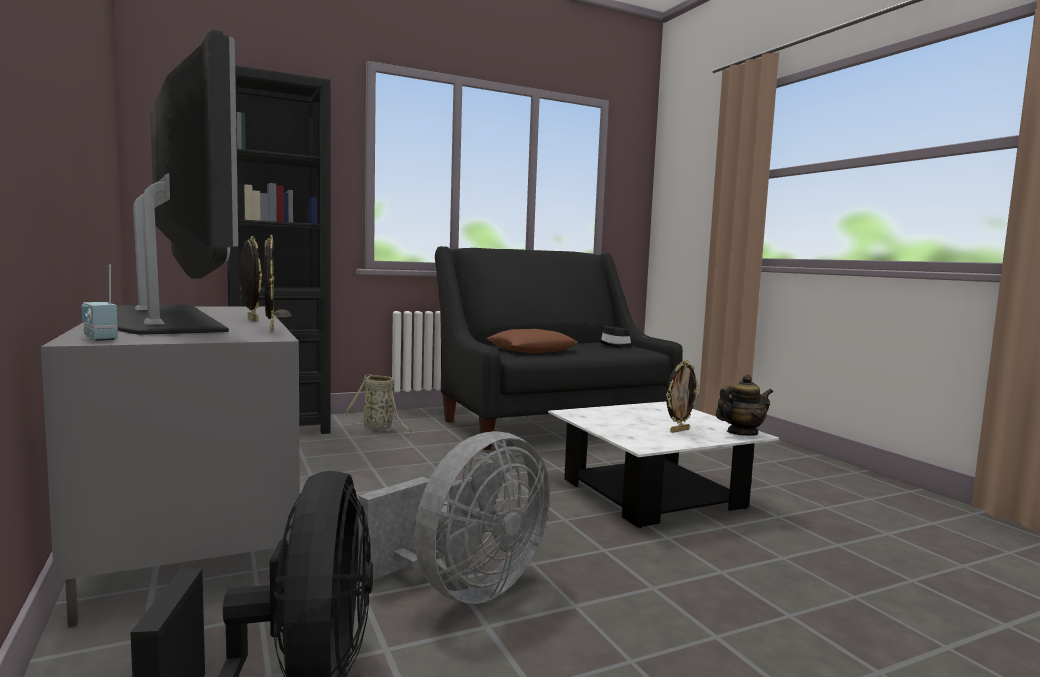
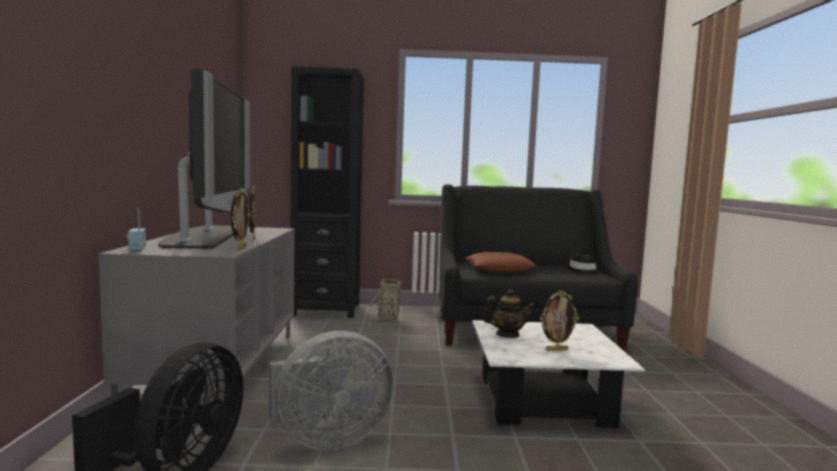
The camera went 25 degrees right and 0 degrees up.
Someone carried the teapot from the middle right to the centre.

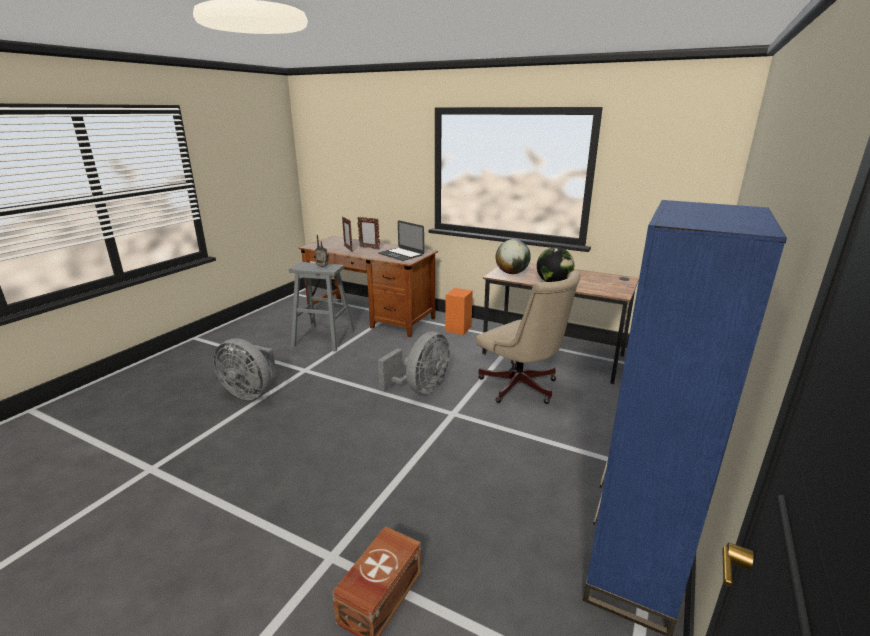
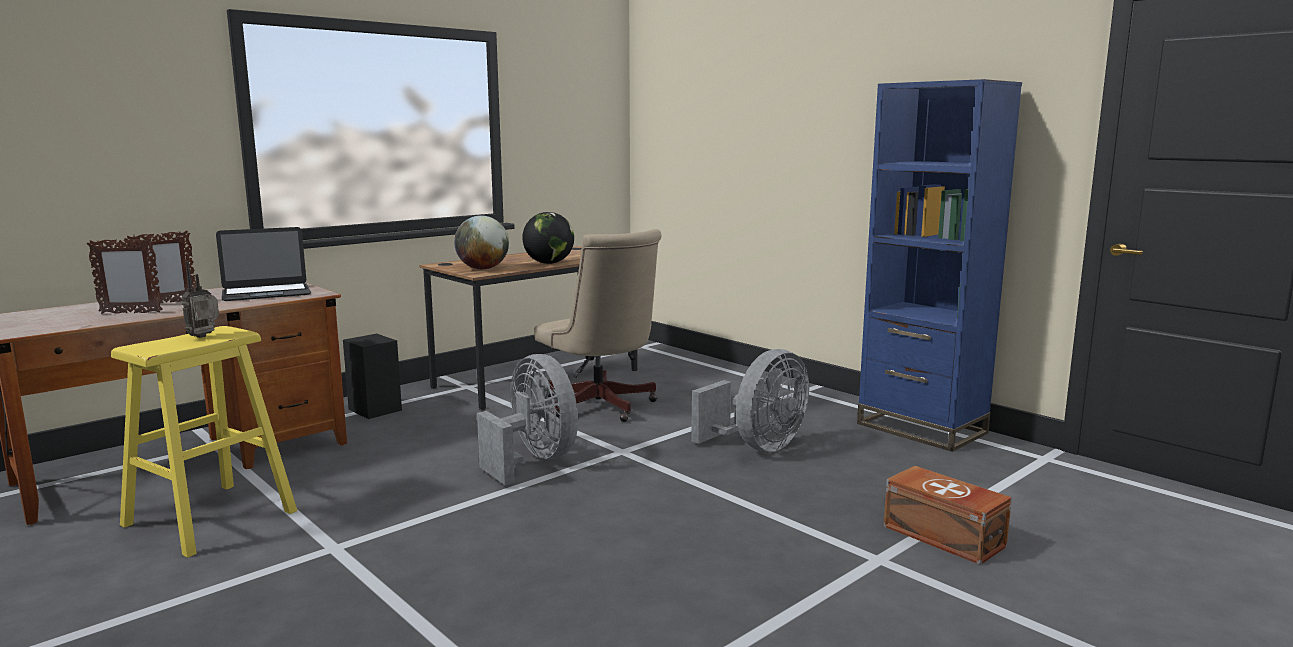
The camera went 70 degrees left and 10 degrees down.
Someone repainted the grey stool at the centre, which became the yellow stool at the bottom left.
Someone repainted the orange speaker at the centre, which became the black speaker at the middle left.
Someone rotated the beige office chair at the centre by 75 degrees clockwise.
Someone carried the grey fan (1st from left in the first image) from the middle left to the centre.

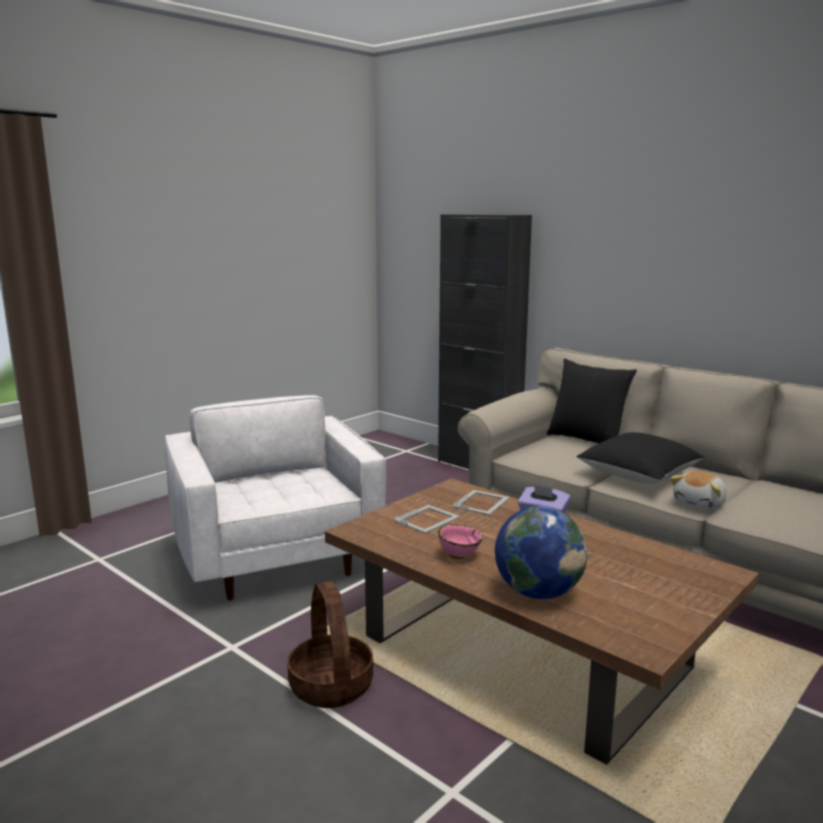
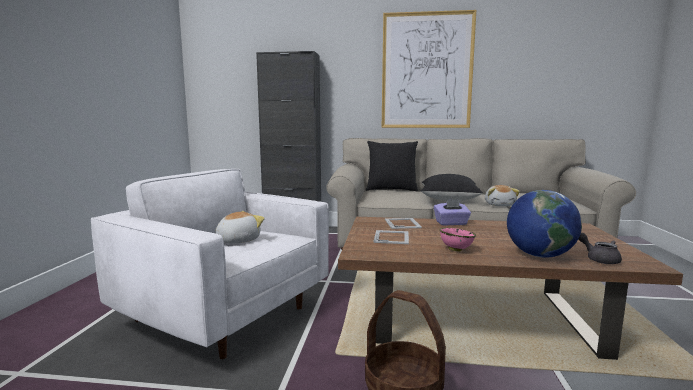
The camera went 35 degrees left and 5 degrees down.
Someone put down the plush toy (1st from left) at the centre.
Someone put up the picture at the top centre.
Someone put down the grey teapot at the middle right.

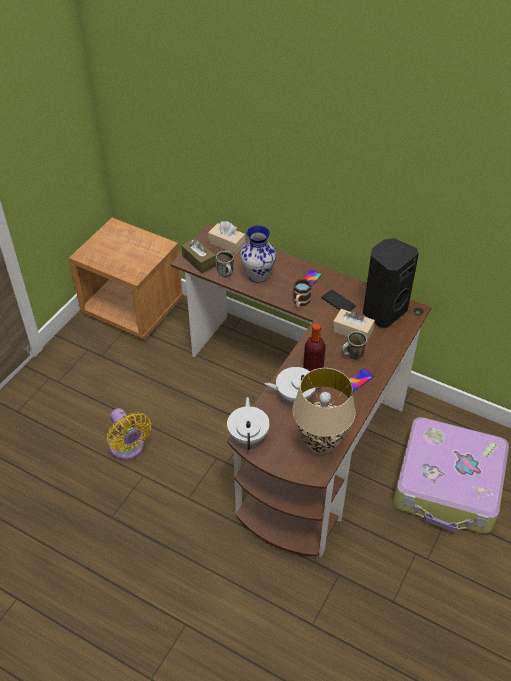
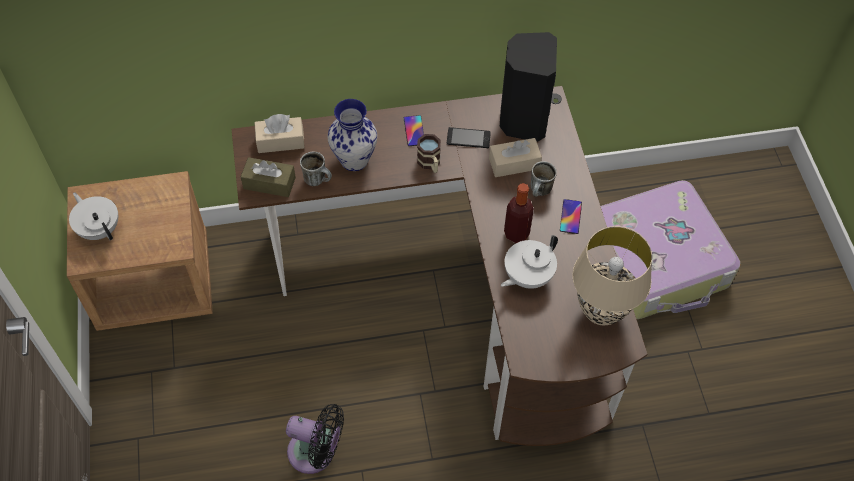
The camera went 40 degrees left and 10 degrees up.
Someone carried the white teapot (1st from left) from the centre to the middle left.
Someone repainted the yellow fan at the middle left, which became the black fan at the bottom centre.

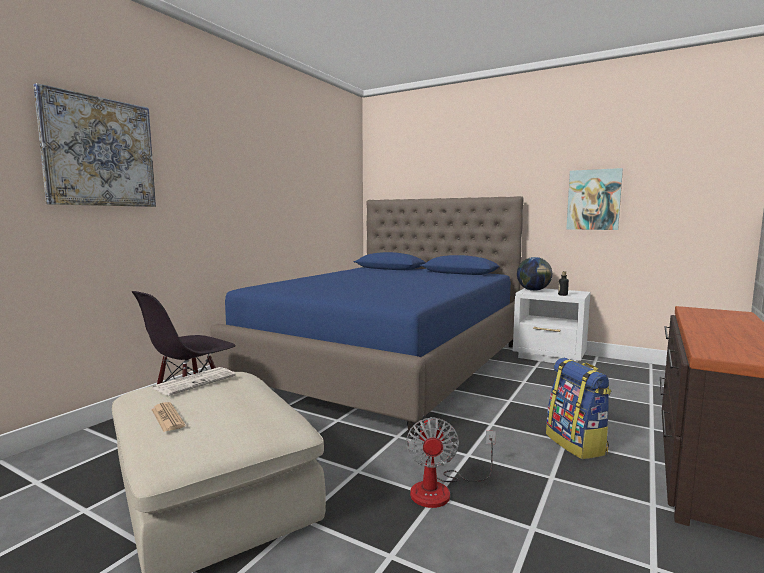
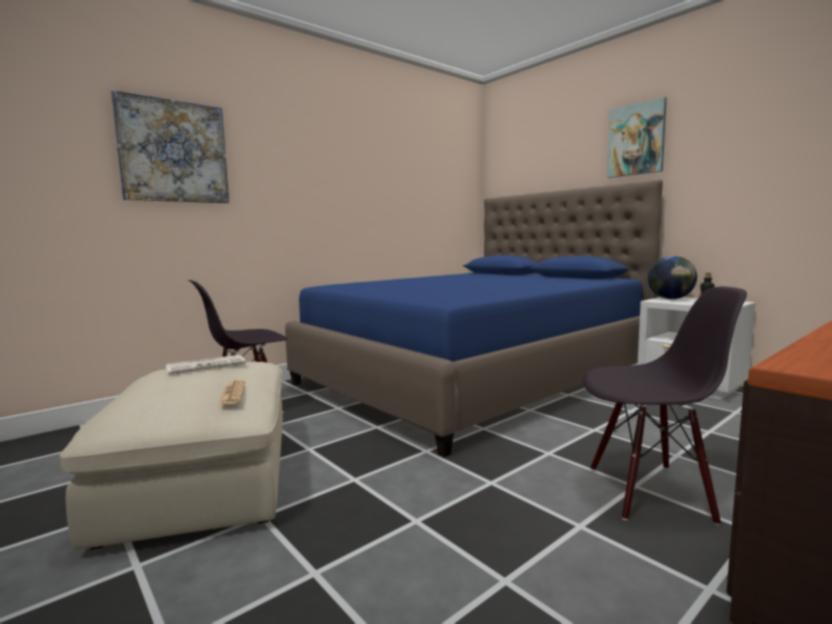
The camera went 20 degrees right and 0 degrees up.
Someone carried the newspaper (1st from left in the first image) from the bottom left to the middle left.
Someone swapped the backpack at the bottom right for the black chair (2nd from left) at the middle right.
Someone carried the picture (2nd from left) from the middle right to the top right.
Someone took away the fan at the bottom centre.

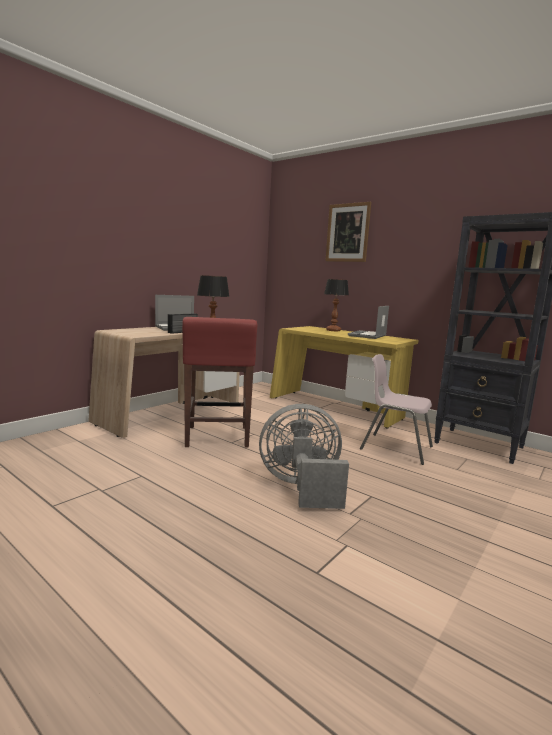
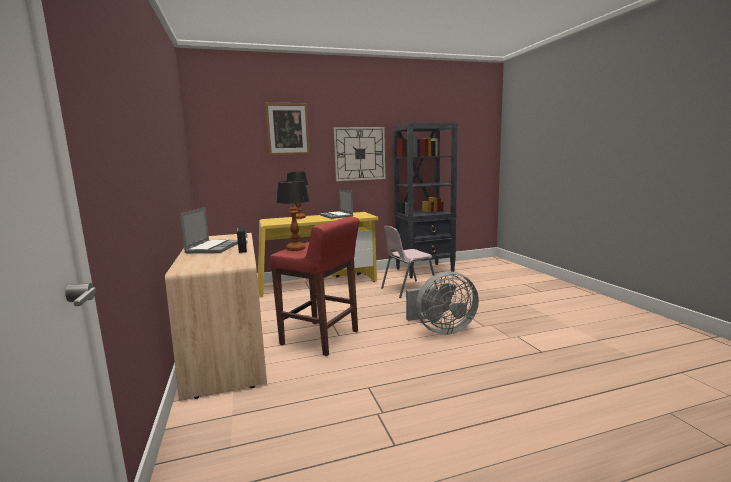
The camera went 55 degrees left and 0 degrees up.
Someone put up the wall clock at the top centre.
Someone rotated the grey fan at the centre by 135 degrees counterclockwise.

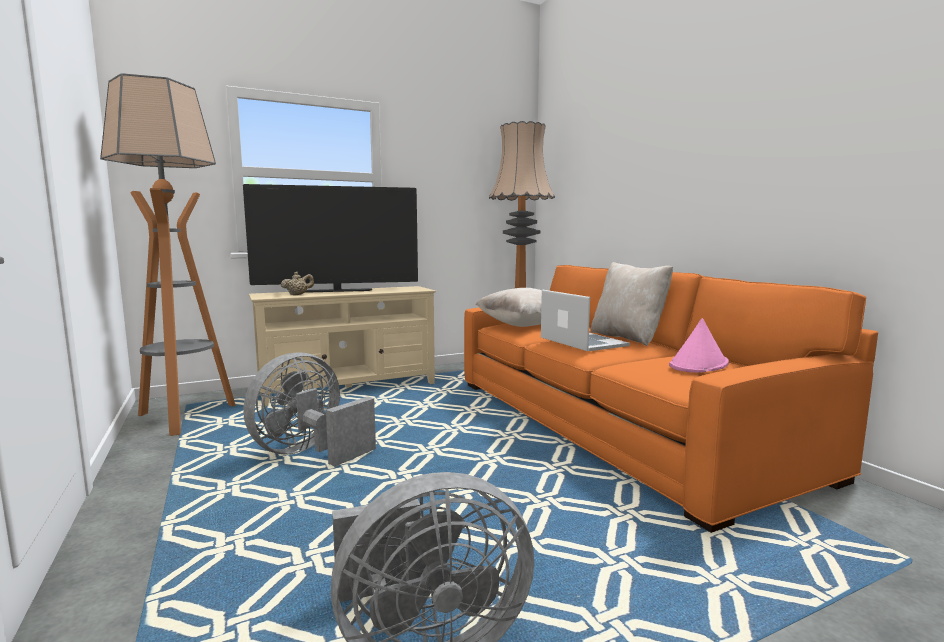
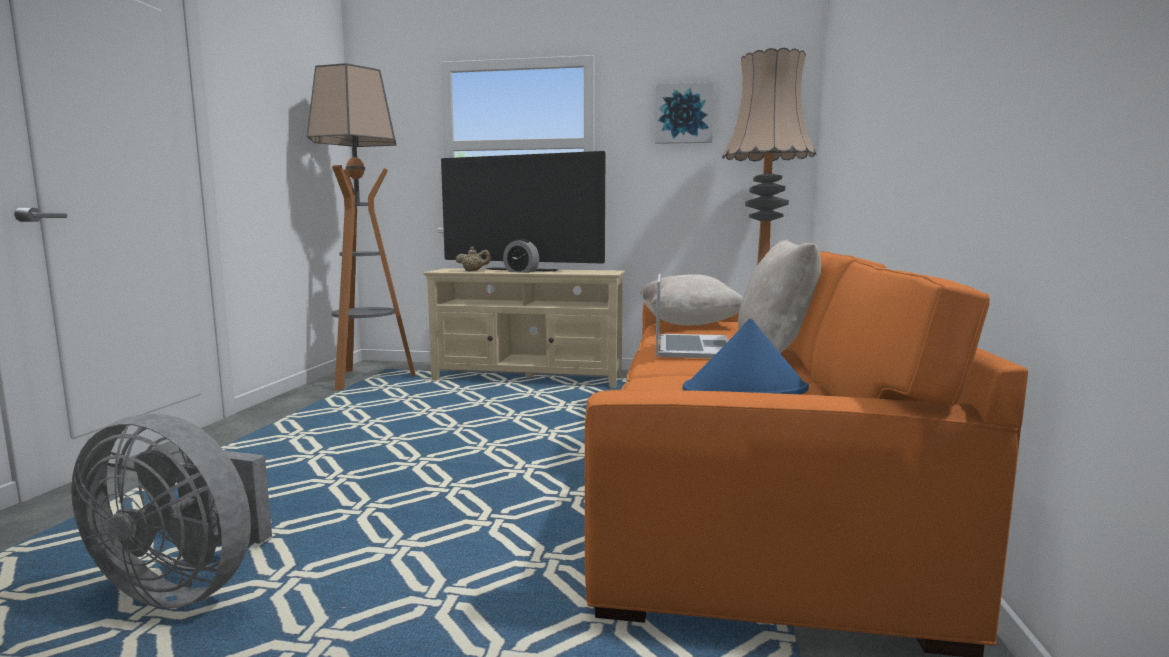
The camera went 35 degrees right and 0 degrees up.
Someone put down the alarm clock at the centre.
Someone put up the picture at the top centre.
Someone repainted the pink hat at the middle right, which became the blue hat at the centre.
Someone took away the grey fan (1st from left) at the middle left.

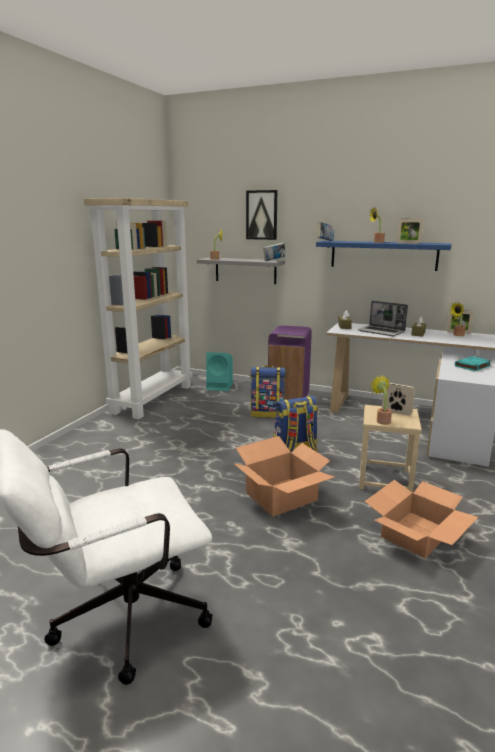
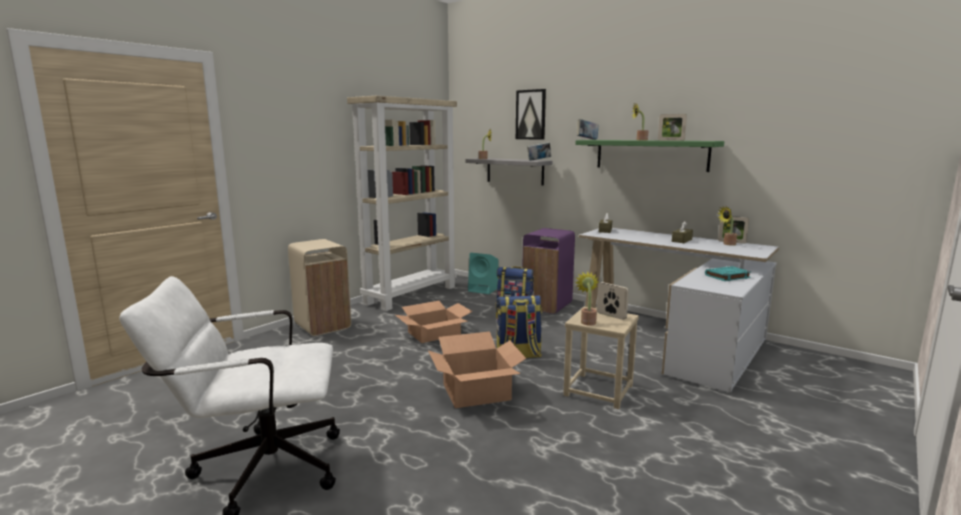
The camera went 15 degrees right and 5 degrees down.
Someone put down the beige trash can at the middle left.
Someone carried the cardboard box (2nd from left in the first image) from the bottom right to the centre.
Someone repainted the blue shelf at the middle right, which became the green shelf at the top right.
Someone took away the laptop at the middle right.

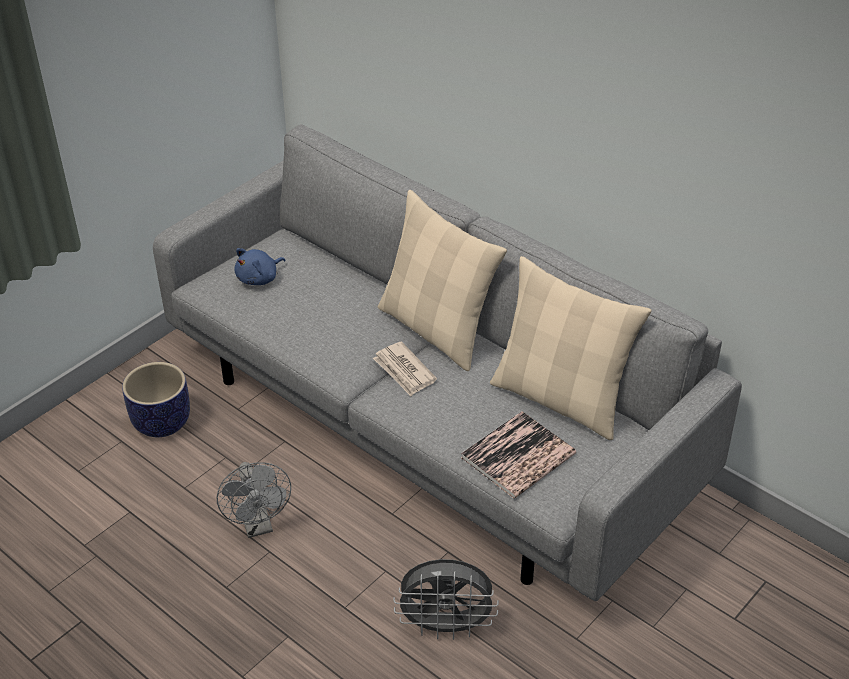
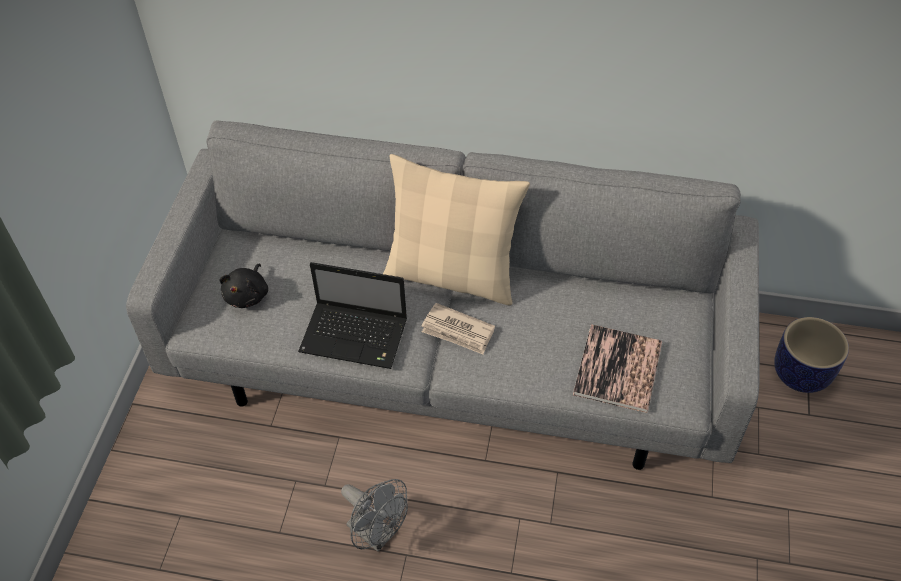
The camera went 30 degrees left and 10 degrees up.
Someone repainted the blue plush toy at the middle left, which became the black plush toy at the middle left.
Someone put down the laptop at the centre.
Someone carried the planter from the middle left to the middle right.
Someone took away the grey fan (2nd from left) at the bottom centre.
Someone took away the beige pillow (2nd from left) at the middle right.

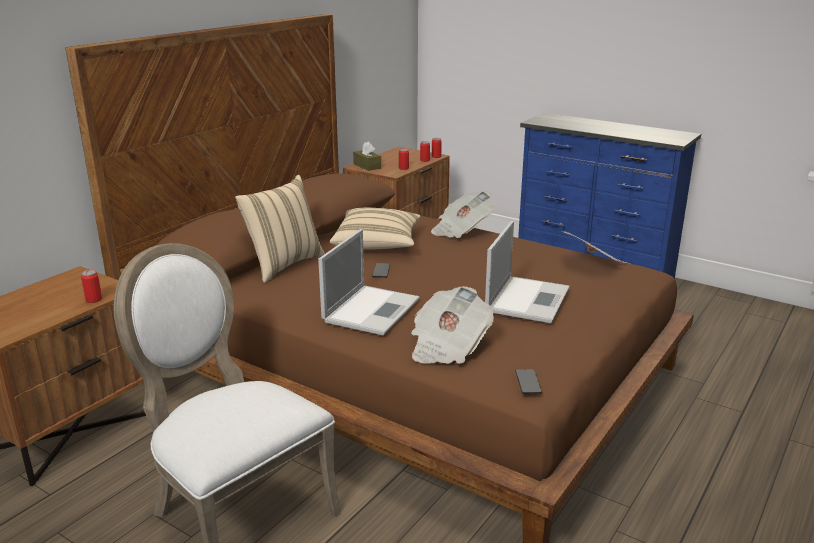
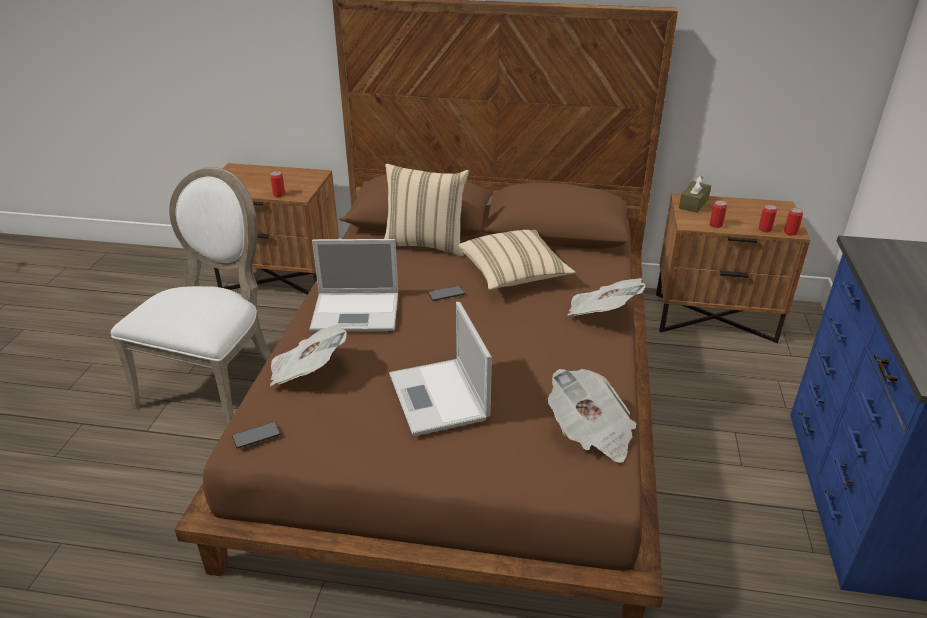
The camera went 65 degrees right and 10 degrees up.
Someone rotated the laptop (2nd from left) at the centre by 75 degrees clockwise.

